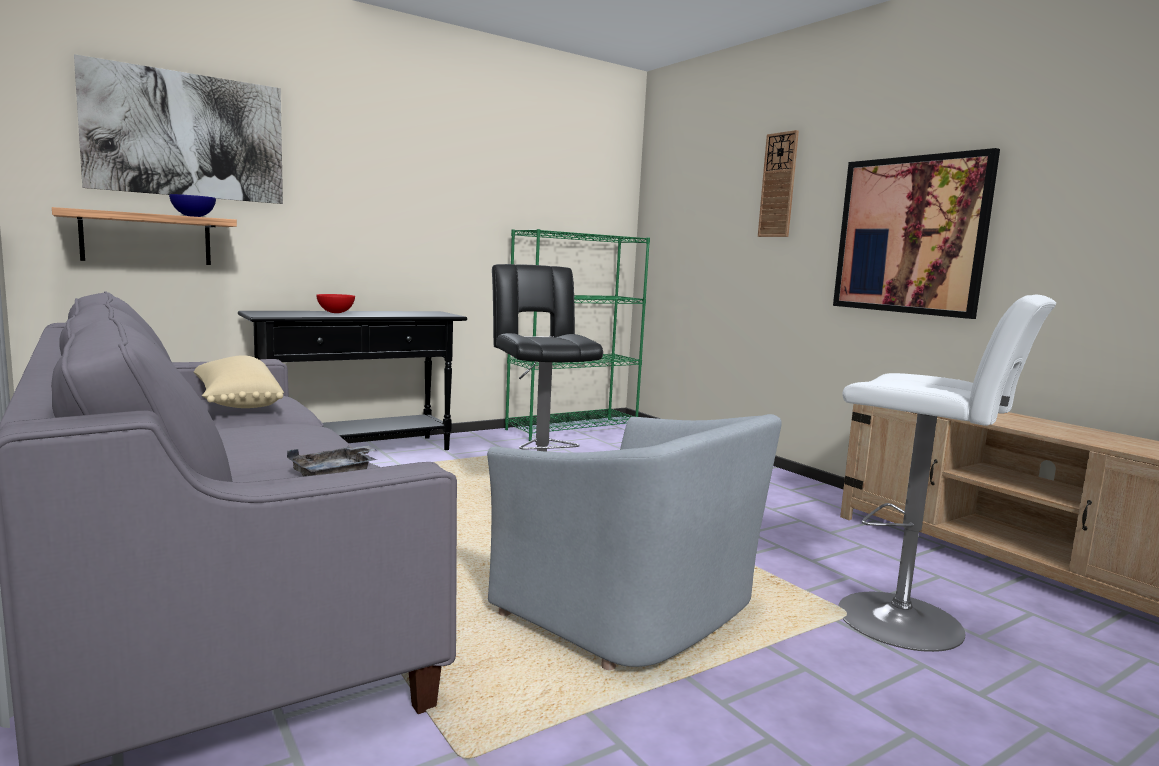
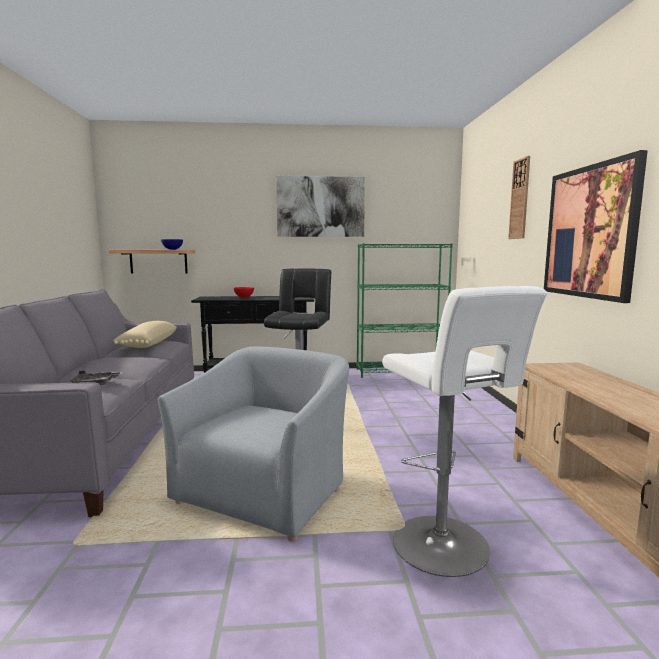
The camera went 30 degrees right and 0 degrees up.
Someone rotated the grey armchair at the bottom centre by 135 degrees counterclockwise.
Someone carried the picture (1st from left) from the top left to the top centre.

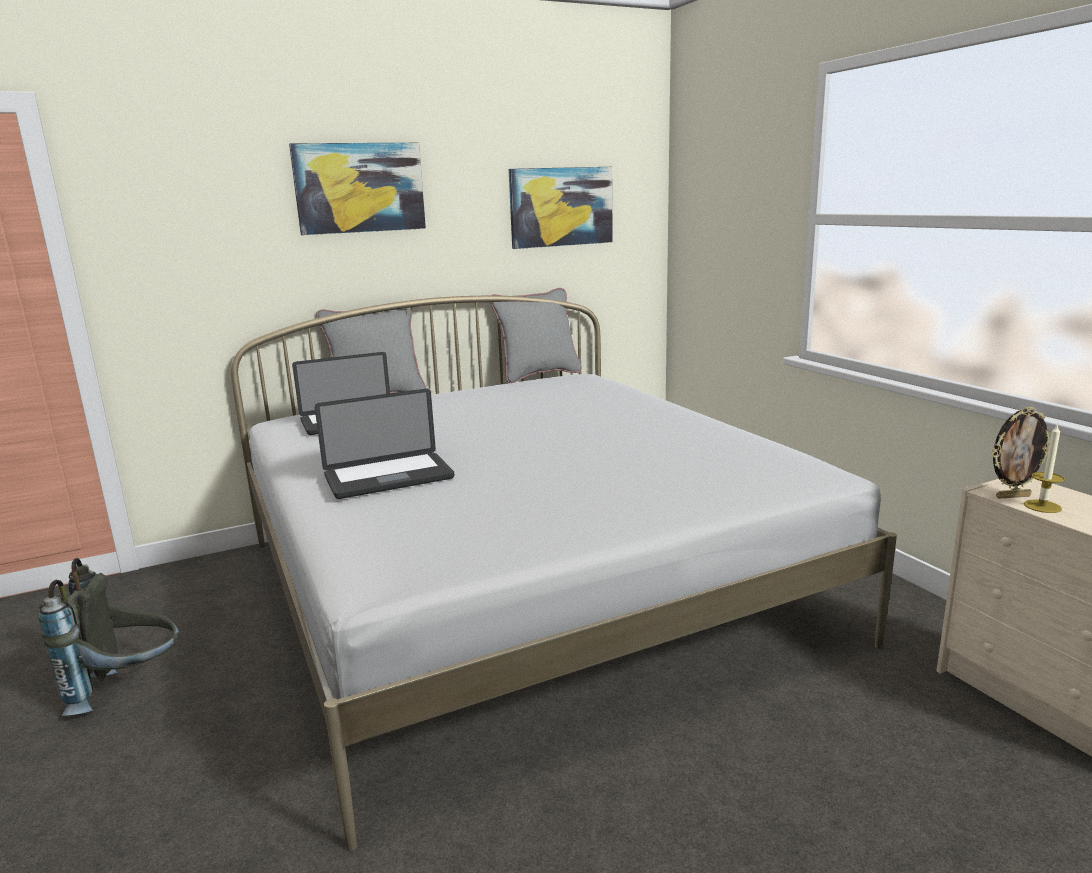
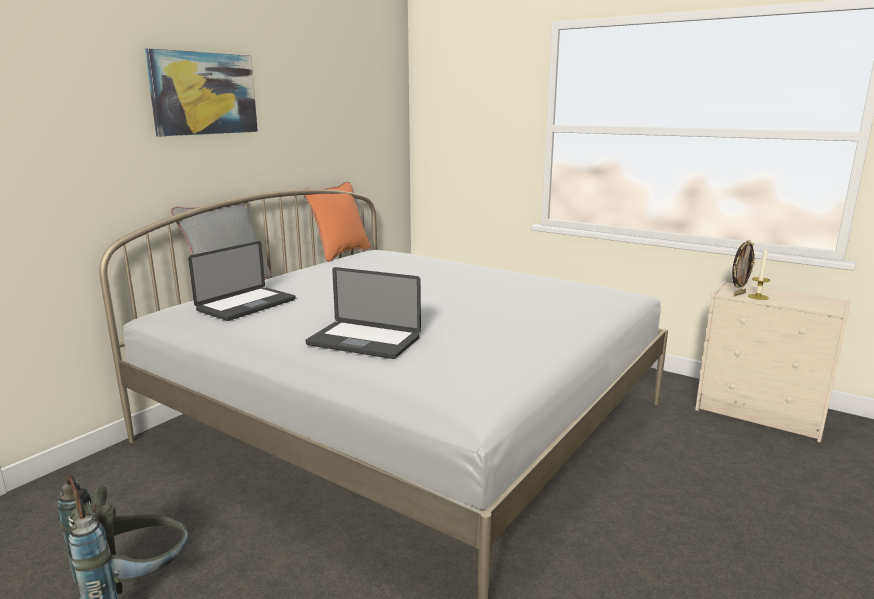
The camera went 30 degrees left and 0 degrees up.
Someone repainted the grey pillow (2nd from left) at the centre, which became the orange pillow at the centre.
Someone rotated the laptop (2nd from left) at the centre by 75 degrees clockwise.
Someone took away the picture (2nd from left) at the top centre.

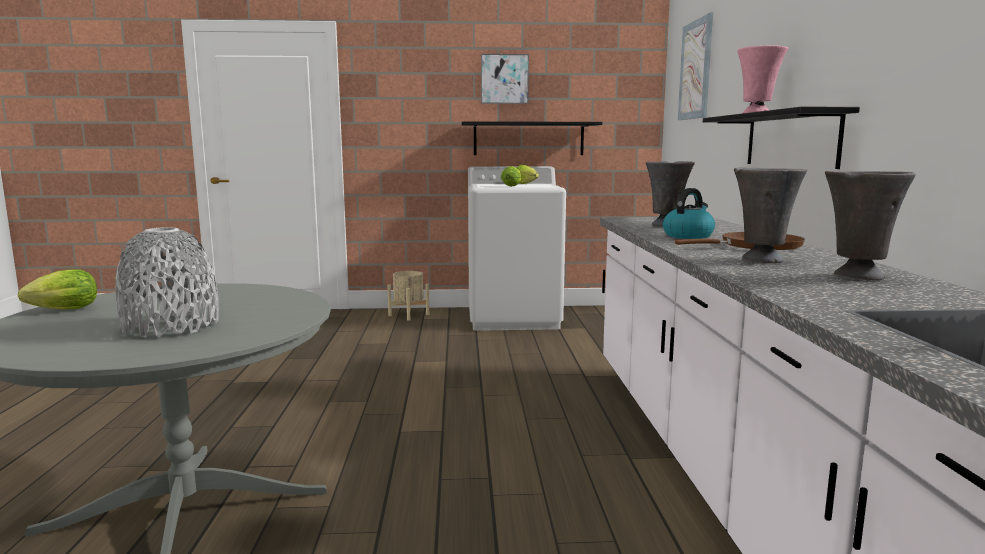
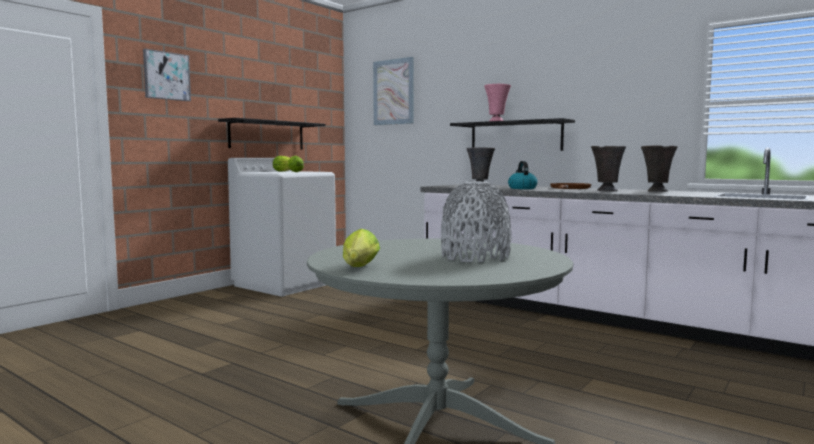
The camera went 50 degrees left and 5 degrees down.
Someone carried the picture (1st from left) from the top centre to the top left.
Someone took away the beige planter at the centre.

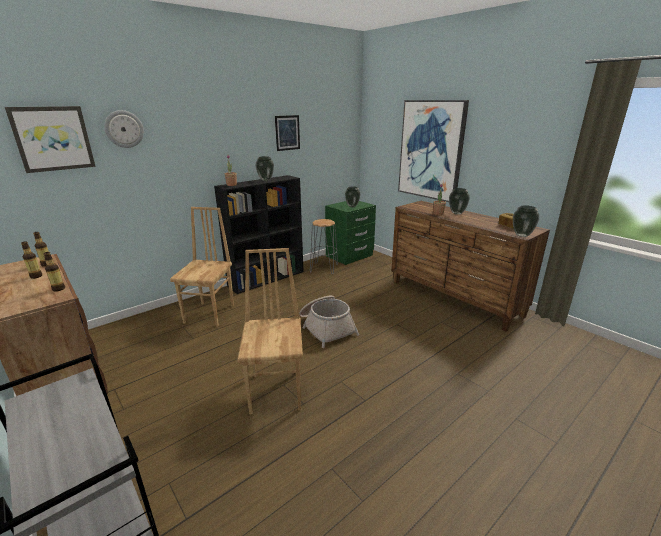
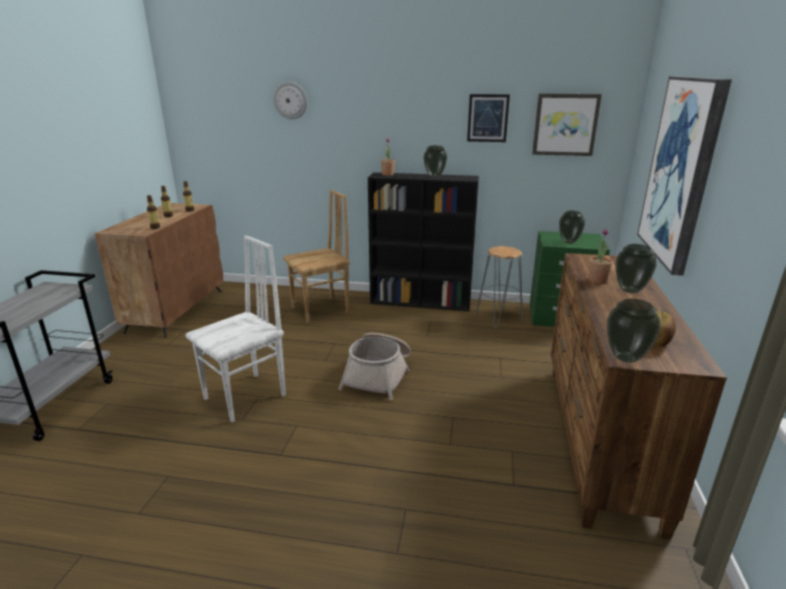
The camera went 50 degrees right and 0 degrees up.
Someone repainted the brown chair (2nd from left) at the centre, which became the white chair at the middle left.
Someone carried the picture (1st from left in the first image) from the top left to the top right.

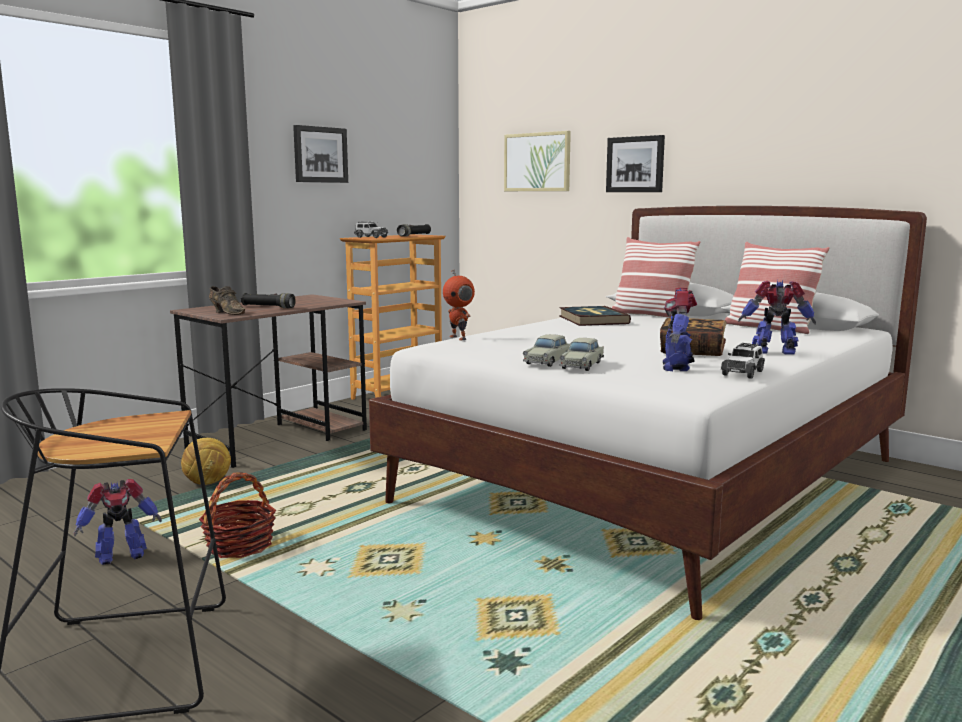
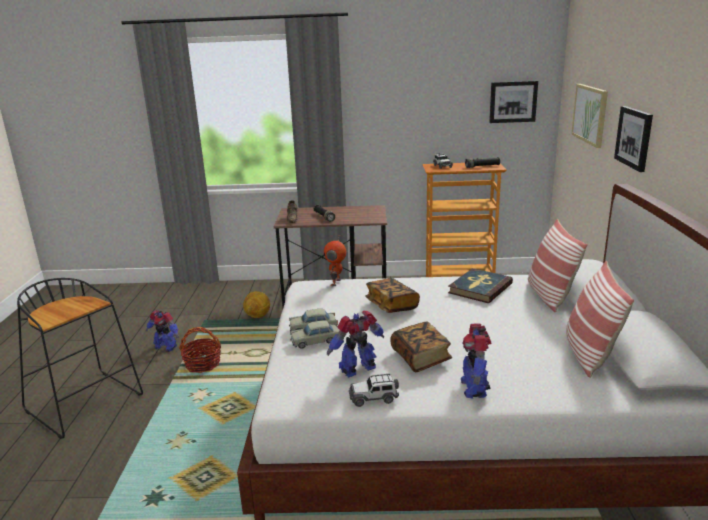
The camera went 50 degrees right and 10 degrees up.
Someone put down the book (1st from left) at the centre.
Someone rotated the toy robot (4th from left) at the middle right by 150 degrees counterclockwise.
Someone carried the picture (1st from left) from the top left to the top right.

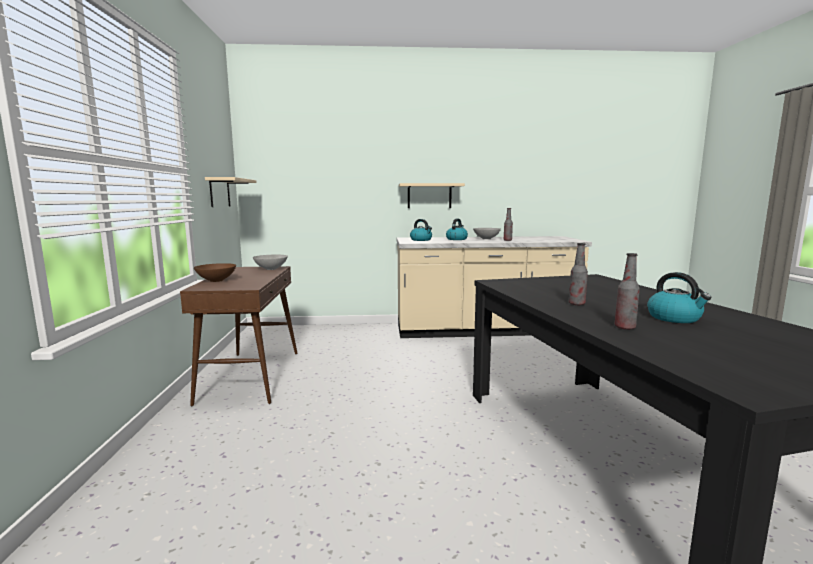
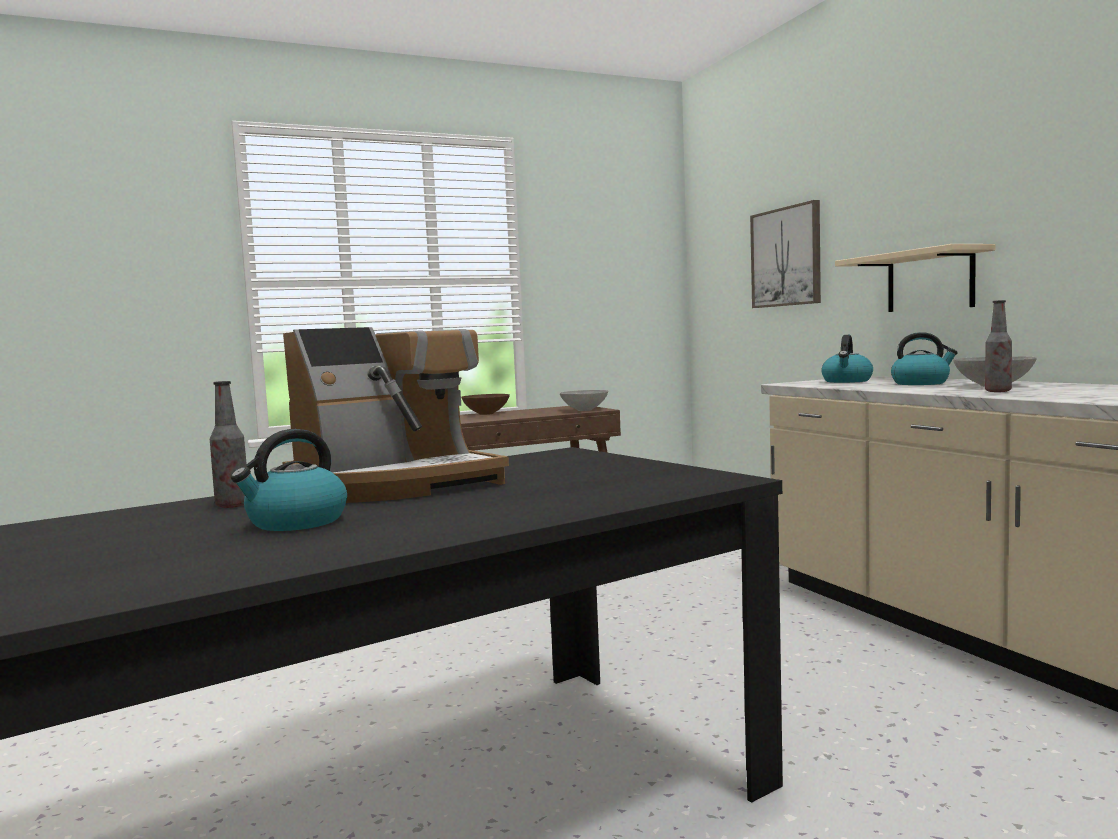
The camera went 70 degrees right and 5 degrees down.
Someone swapped the bottle (2nd from left) at the middle right for the coffee machine at the centre.
Someone put up the picture at the top right.
Someone took away the beige shelf (1st from left) at the middle left.

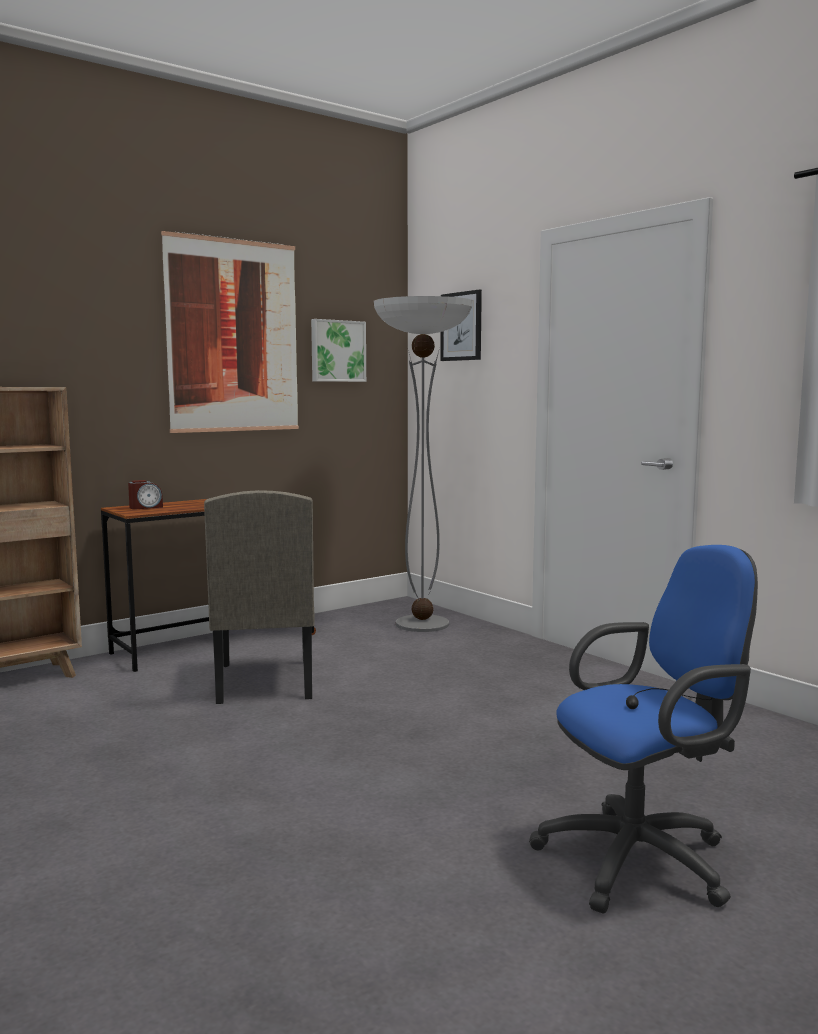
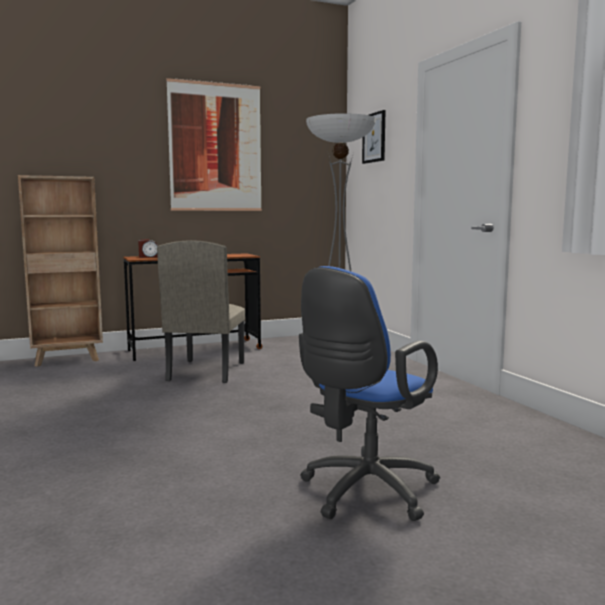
The camera went 15 degrees right and 0 degrees up.
Someone rotated the blue office chair at the bottom right by 135 degrees clockwise.
Someone took away the picture (2nd from left) at the centre.

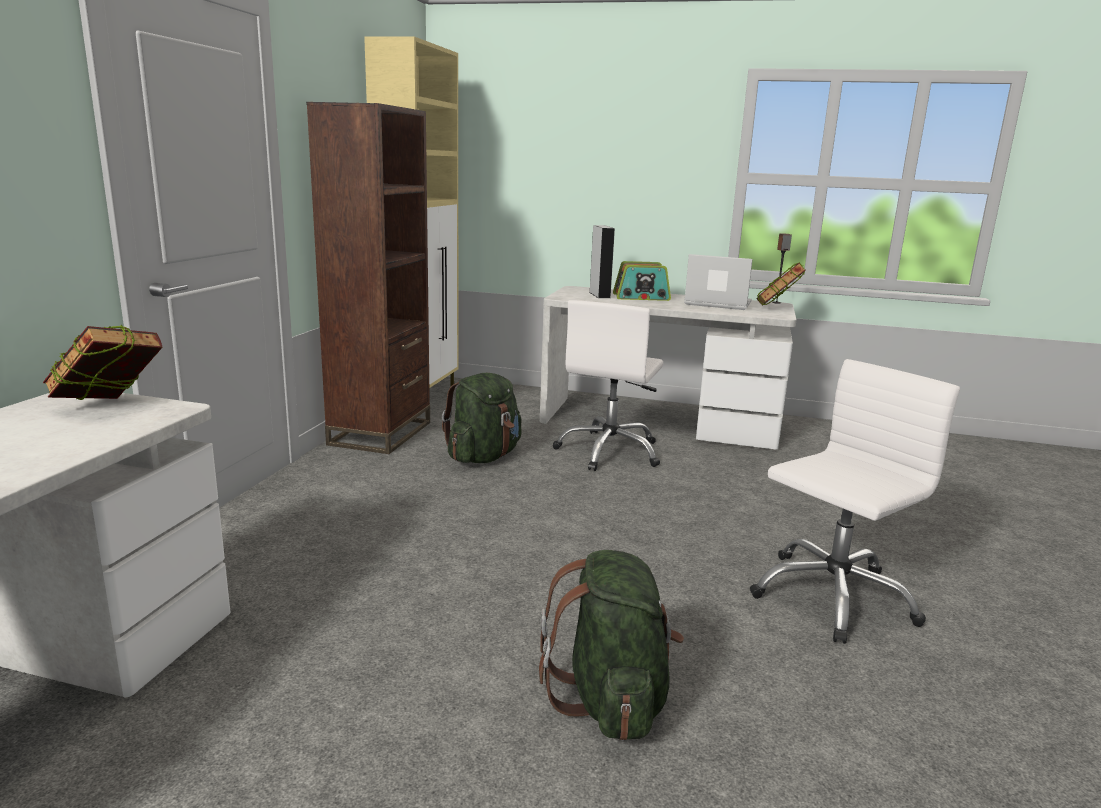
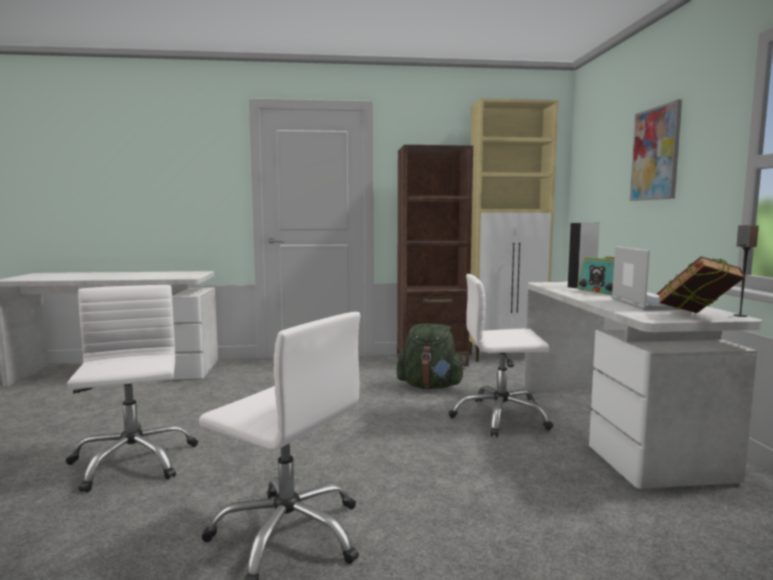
The camera went 70 degrees right and 10 degrees down.
Someone swapped the green backpack (2nd from left) at the bottom centre for the white office chair (1st from left) at the bottom left.
Someone put up the picture at the top right.
Someone took away the book (1st from left) at the middle left.

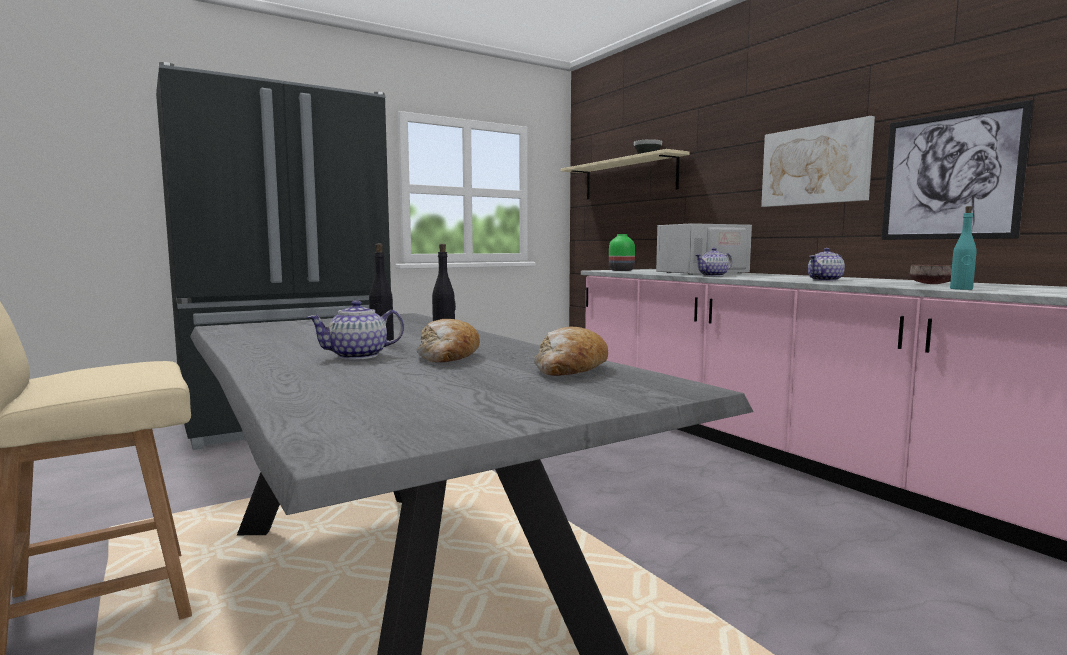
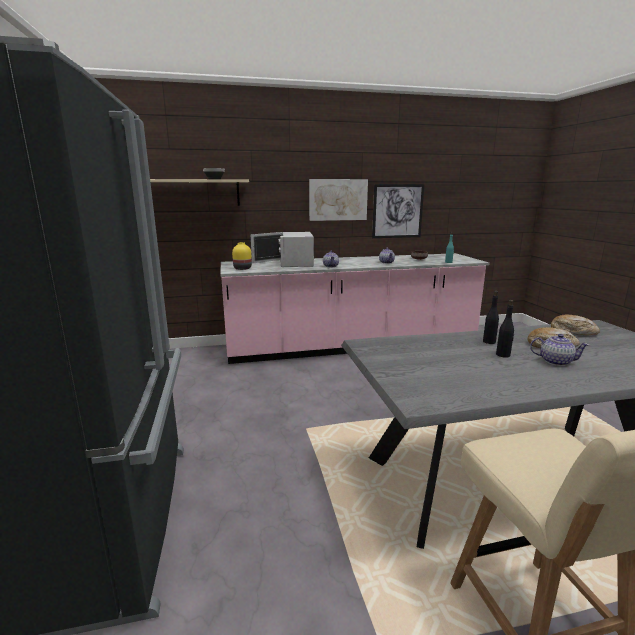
The camera went 70 degrees left and 10 degrees up.
Someone repainted the green vase at the centre, which became the yellow vase at the centre.
Someone rotated the teapot (1st from left in the first image) at the middle left by 60 degrees counterclockwise.

